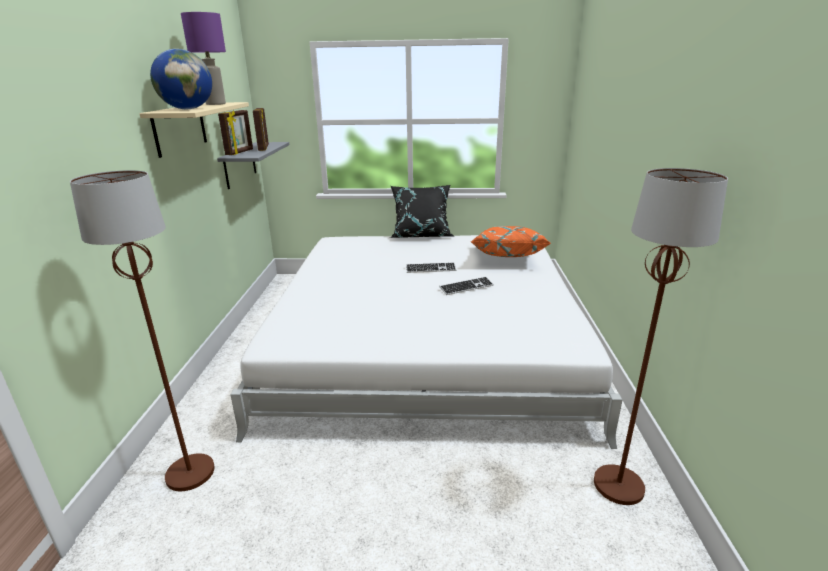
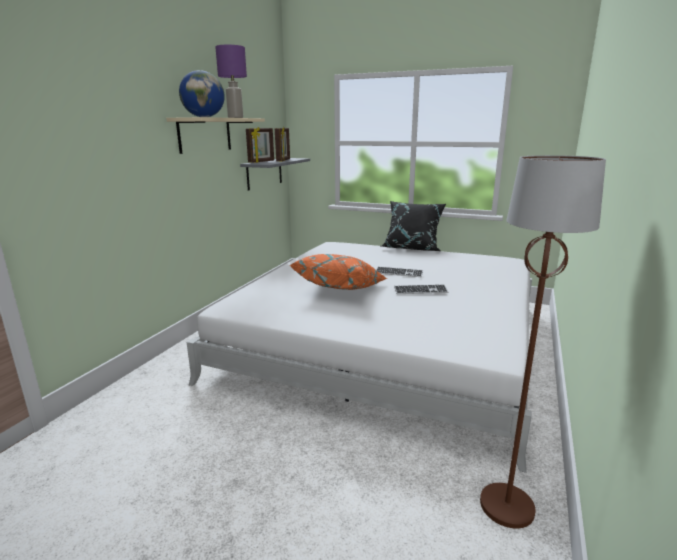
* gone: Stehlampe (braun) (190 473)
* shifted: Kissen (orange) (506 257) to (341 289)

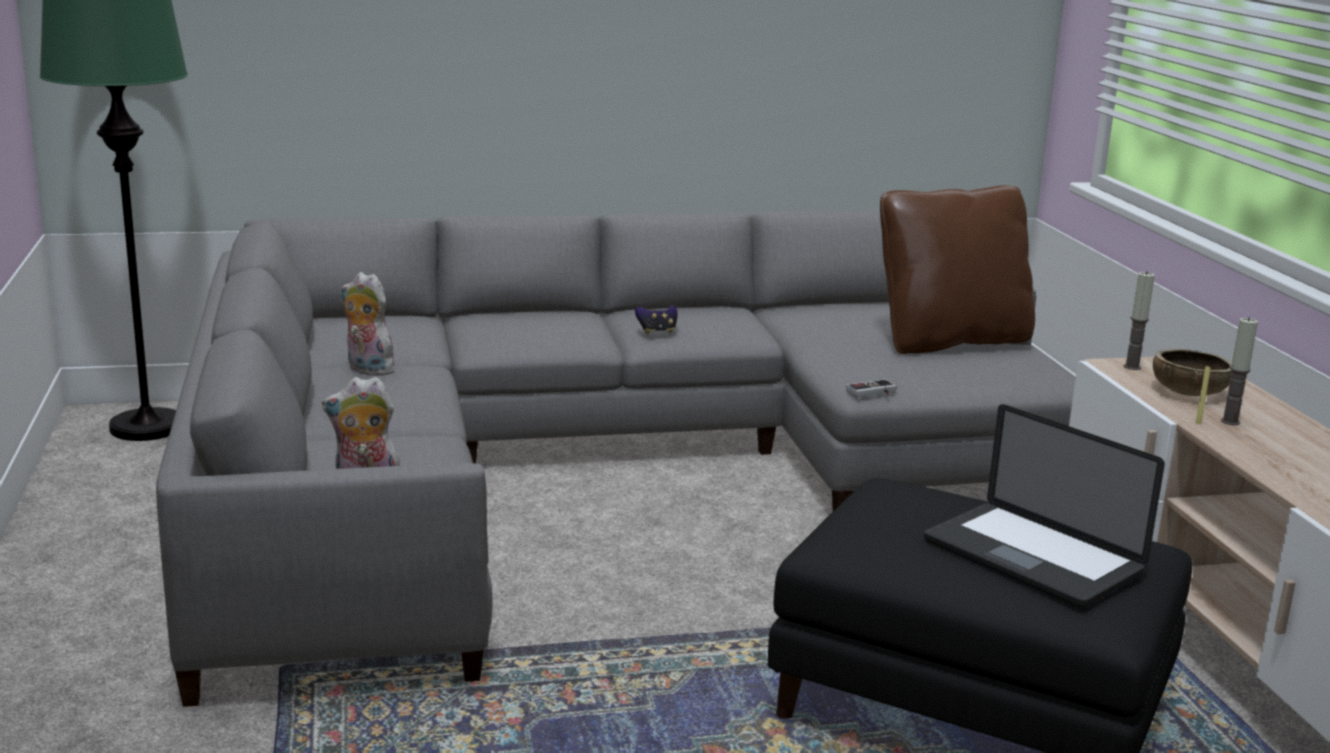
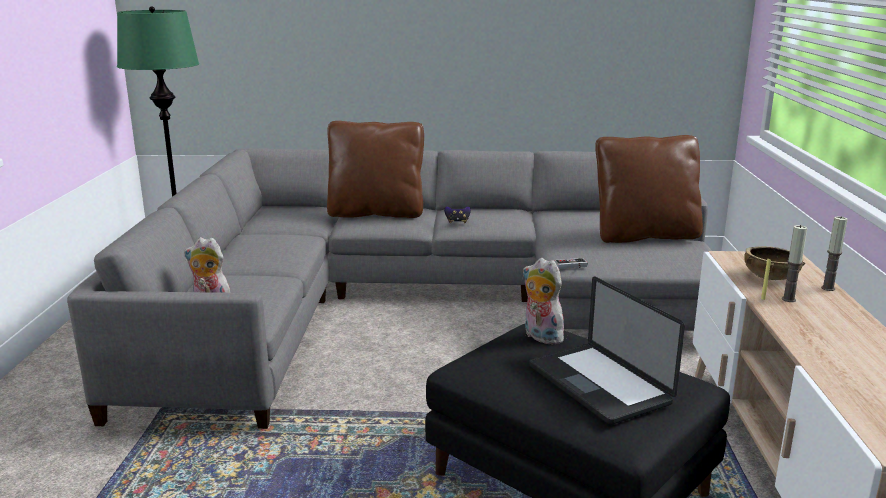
* shifted: Plüschtier (367 370) to (540 337)
* shifted: Kerze (1132 367) to (828 288)
* new: Kissen (braun) (376 213)

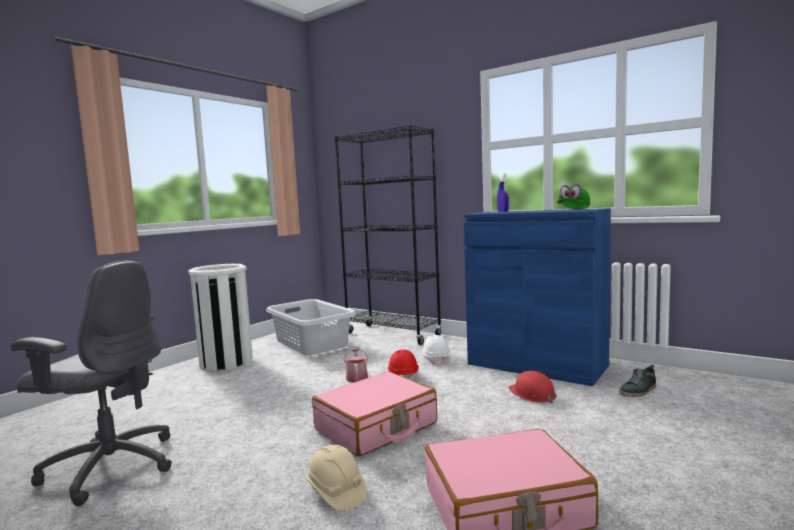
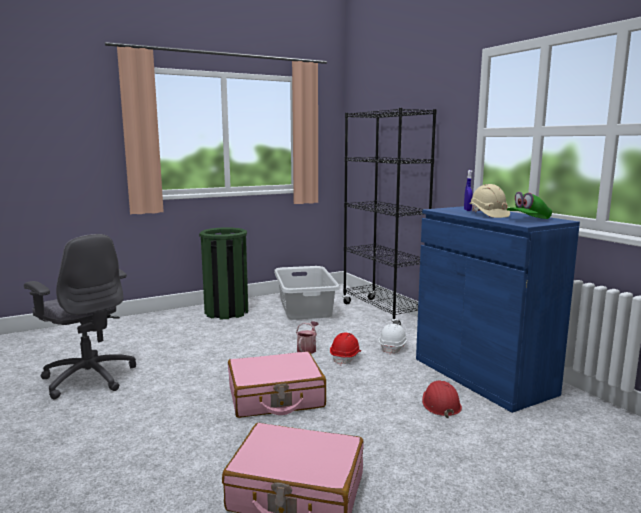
* repainted: Mülleimer (weiß) (226 362) to Mülleimer (grün) (226 312)
* shifted: Schutzhelm (beige) (336 492) to (488 215)
* gone: Schuh (638 390)

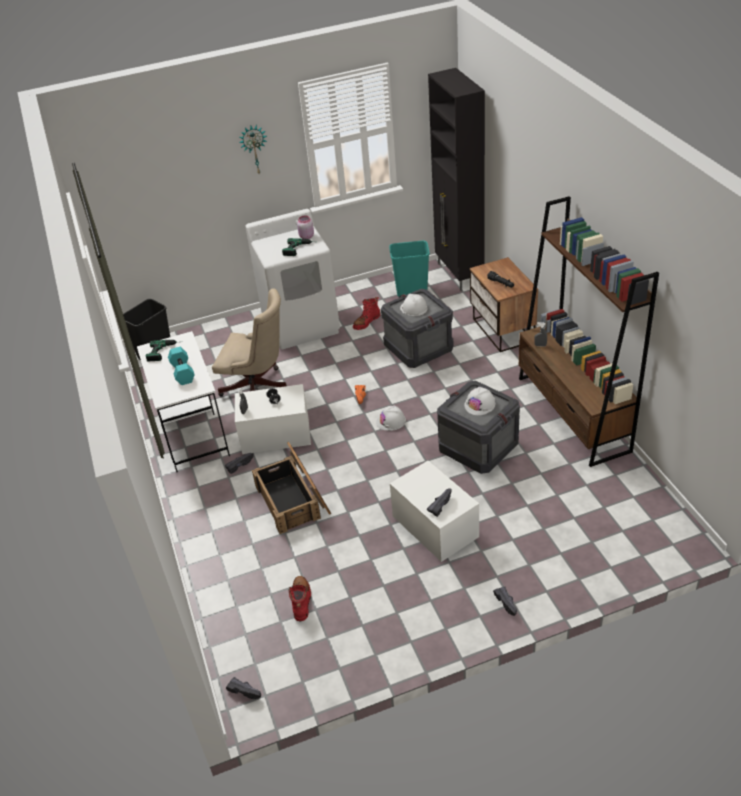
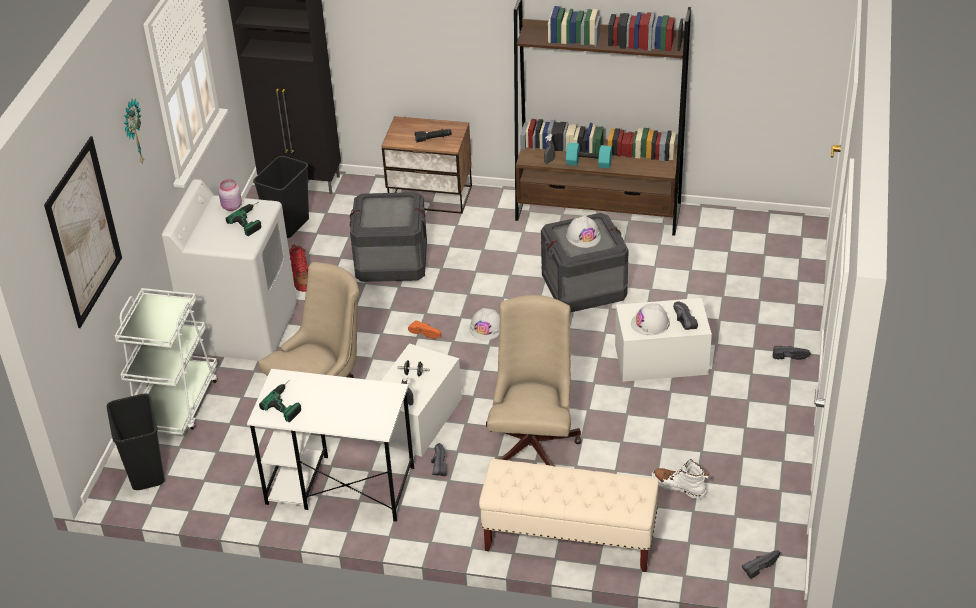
* shifted: Hantel (türkis) (182 372) to (588 163)
* swapped: Kiste (293 500) to Bürostuhl (beige) (533 442)
* repainted: Stiefel (rot) (301 601) to Stiefel (weiß) (678 486)
* repainted: Mülleimer (türkis) (412 291) to Mülleimer (schwarz) (288 225)
* shifted: Schutzhelm (weiß) (413 308) to (650 323)
* new: Bild (84 232)
* new: Rollwagen (weiß) (176 403)
* new: Bank (beige) (569 539)

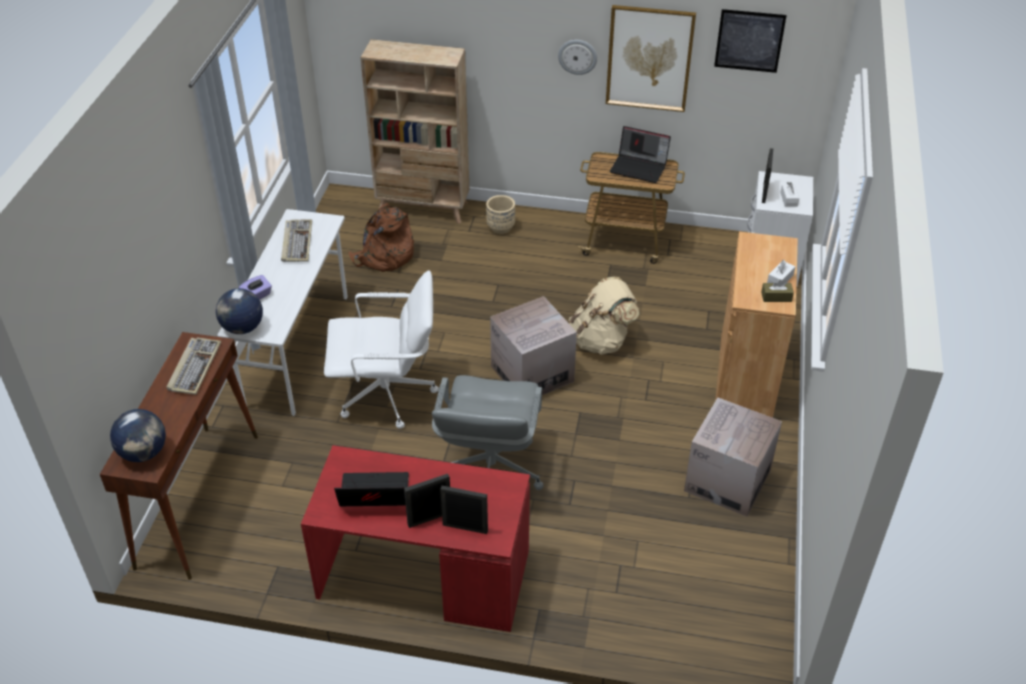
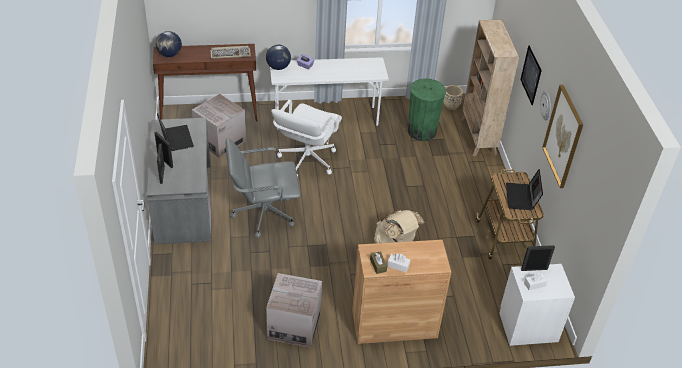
* gone: Tastatur (296 242)
* repainted: Schreibtisch (rot) (422 575) to Schreibtisch (grau) (183 203)
* rotated: Bürostuhl (weiß) (387 395) = (306 160) 45 degrees clockwise
* swapped: Rucksack (braun) (384 257) to Mülleimer (grün) (422 131)
* shifted: Pflanzkübel (beige) (501 227) to (451 106)
* shifted: Karton (532 374) to (220 141)
* shifted: Bild (749 41) to (531 75)

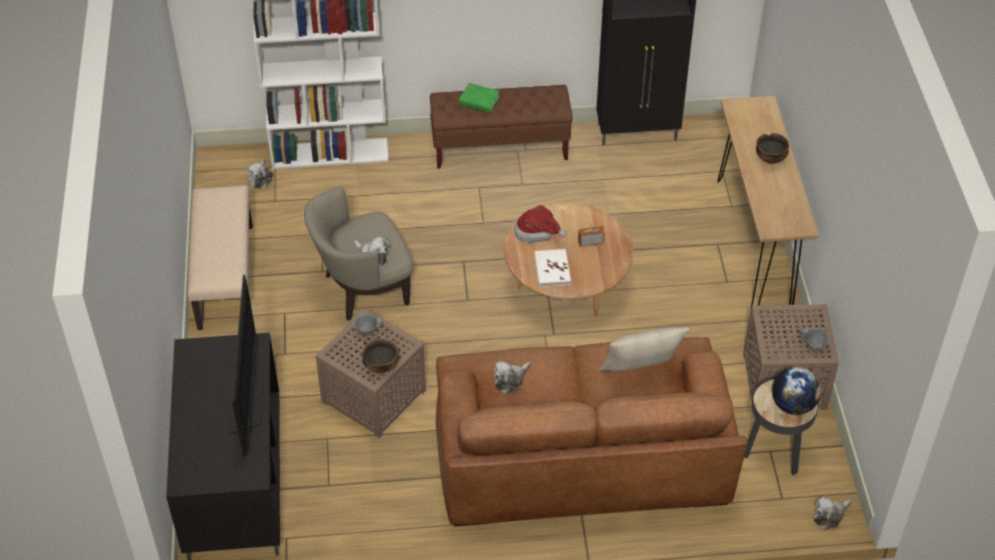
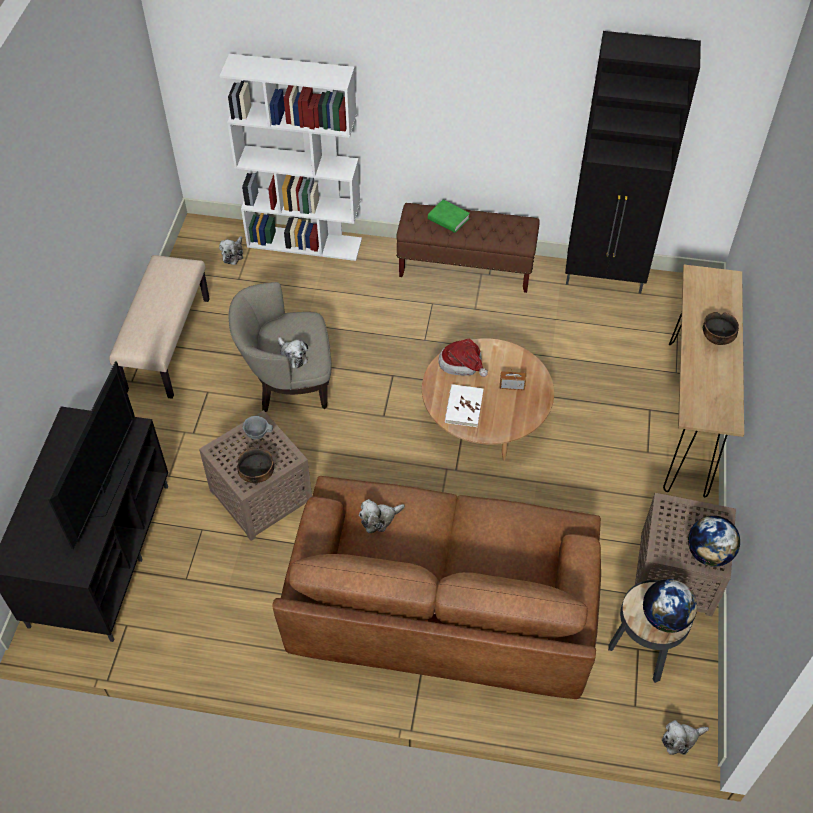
* gone: Kissen (beige) (641 373)
* swapped: Schüssel (grau) (813 346) to Globus (708 553)

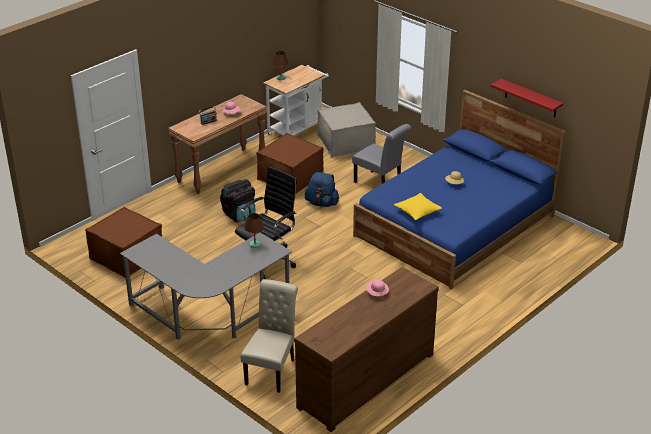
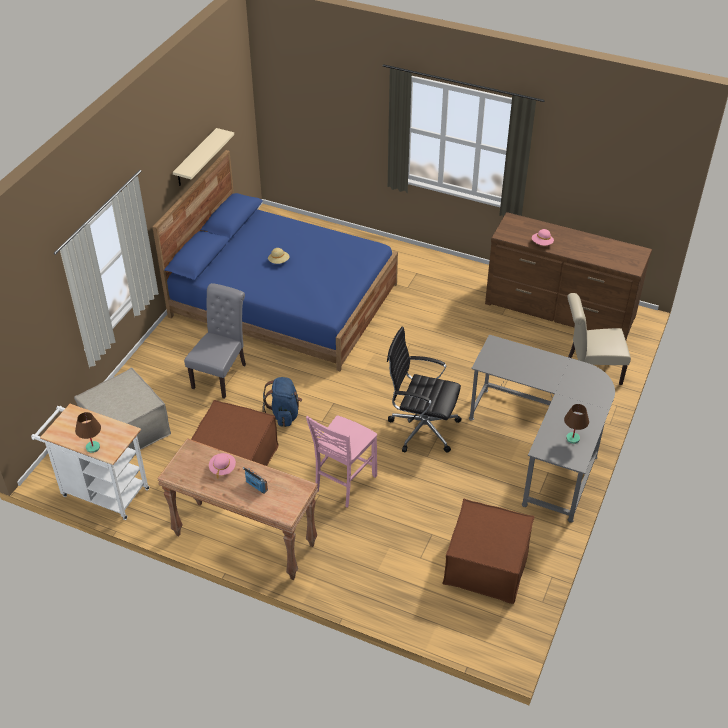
* swapped: Rucksack (schwarz) (239 215) to Stuhl (rosa) (343 484)
* shifted: Tischlampe (braun) (255 245) to (573 438)
* gone: Kissen (gelb) (417 211)
* repainted: Wandregal (rot) (530 98) to Wandregal (beige) (196 158)

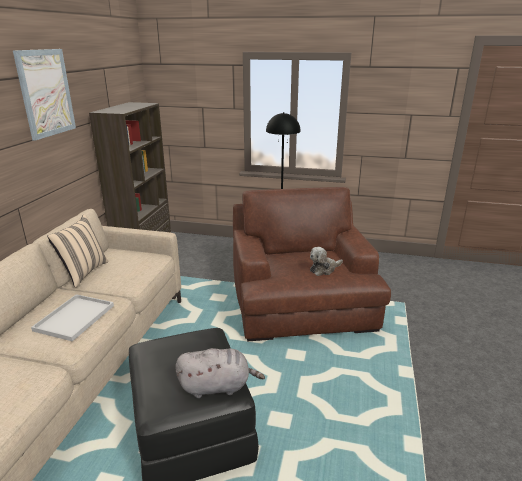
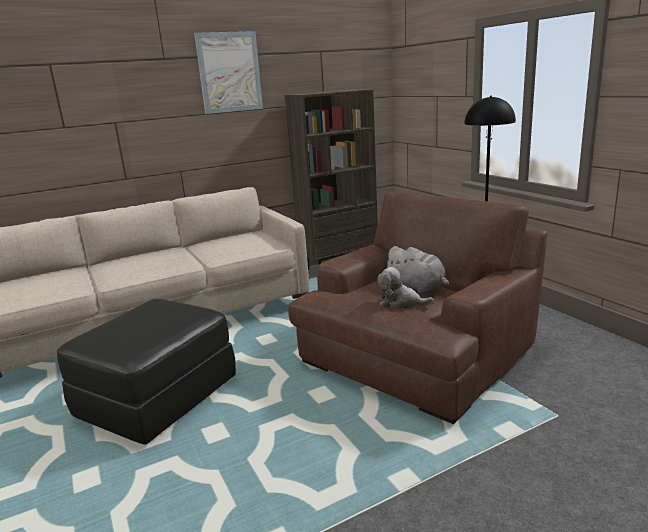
* gone: Tablett (weiß) (75 317)
* gone: Kissen (beige) (83 272)
* shifted: Plüschtier (grau) (217 386) to (417 287)

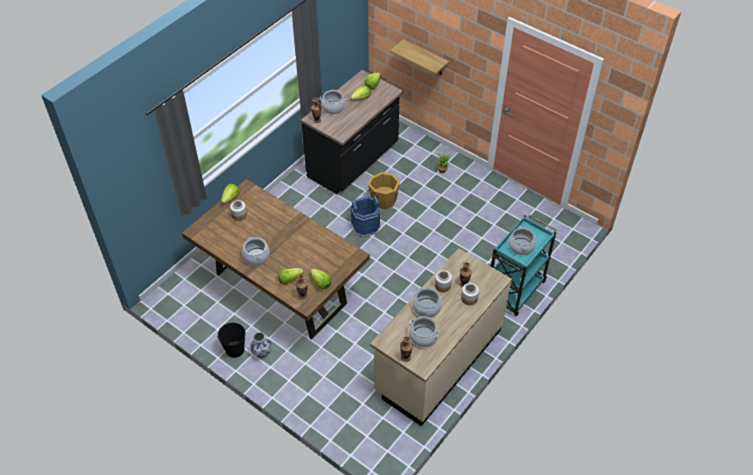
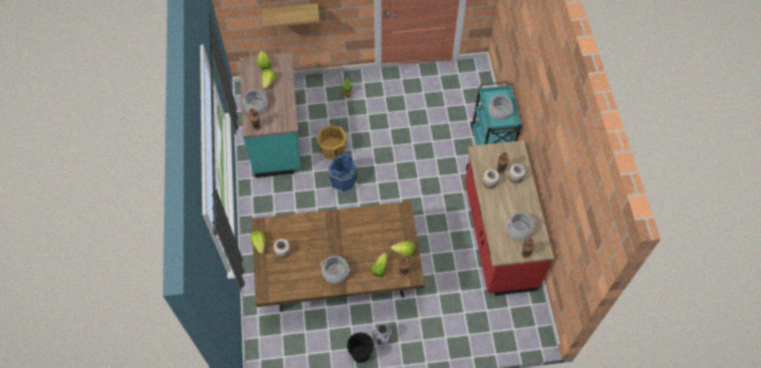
* repainted: Küchenzeile (schwarz) (354 162) to Küchenzeile (türkis) (277 137)
* repainted: Küchenzeile (beige) (438 360) to Küchenzeile (rot) (498 236)
* gone: Kochtopf (427 308)

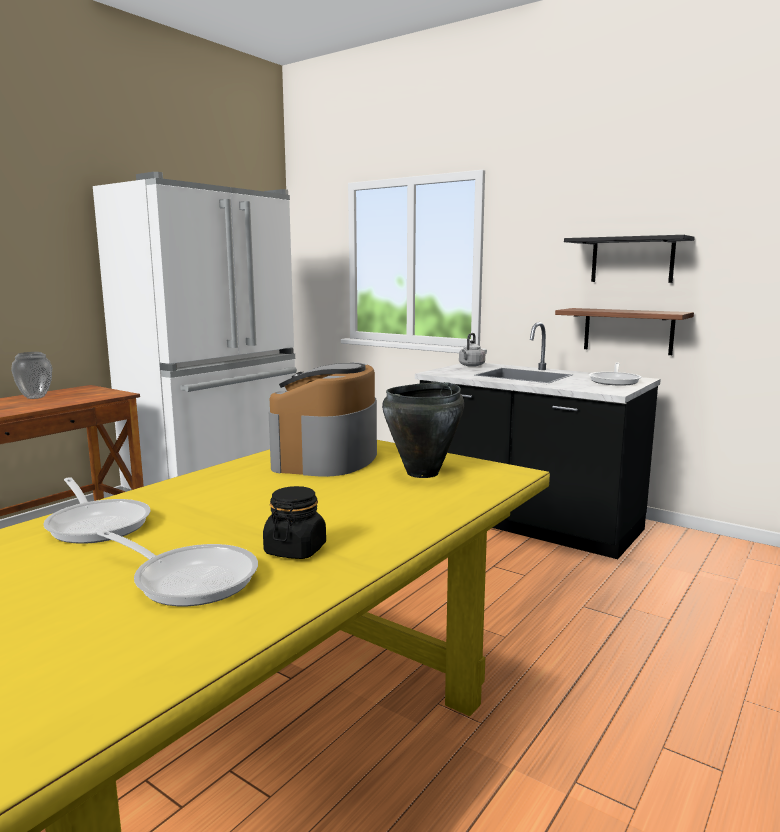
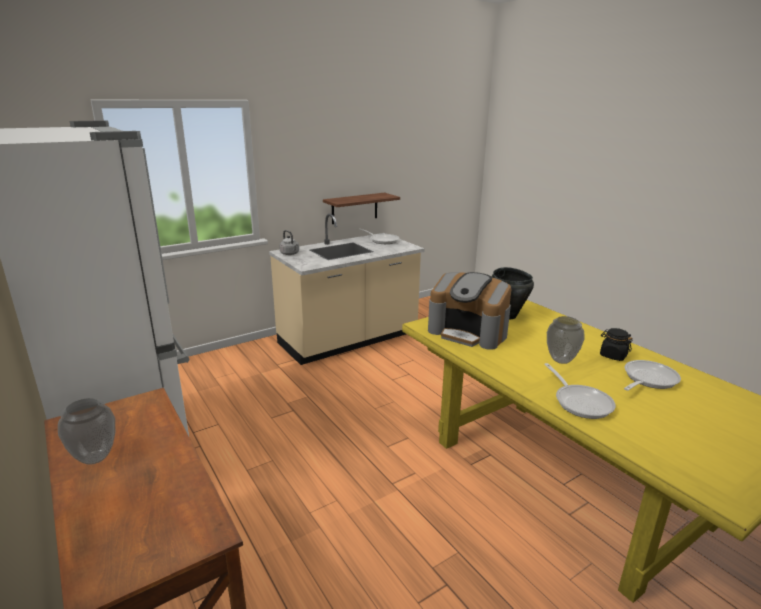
* rotated: Pfanne (97 524) = (580 402) 90 degrees clockwise
* repainted: Küchenzeile (schwarz) (527 523) to Küchenzeile (beige) (349 340)
* gone: Wandregal (schwarz) (632 260)
* new: Vase (561 360)

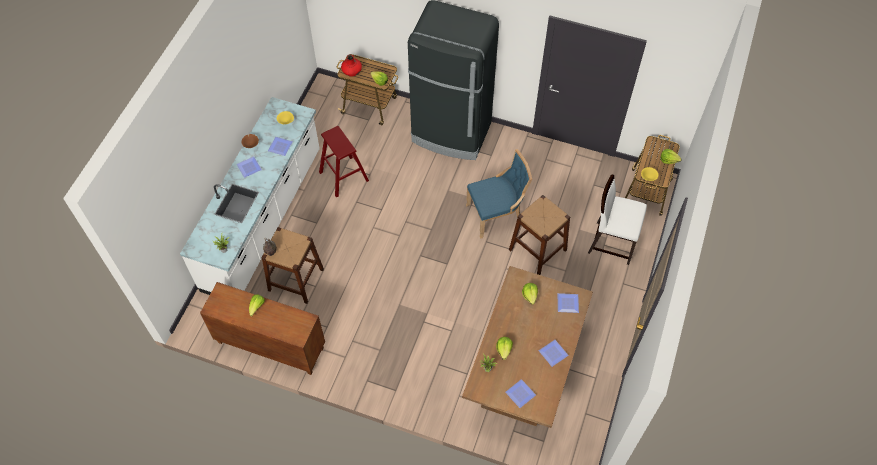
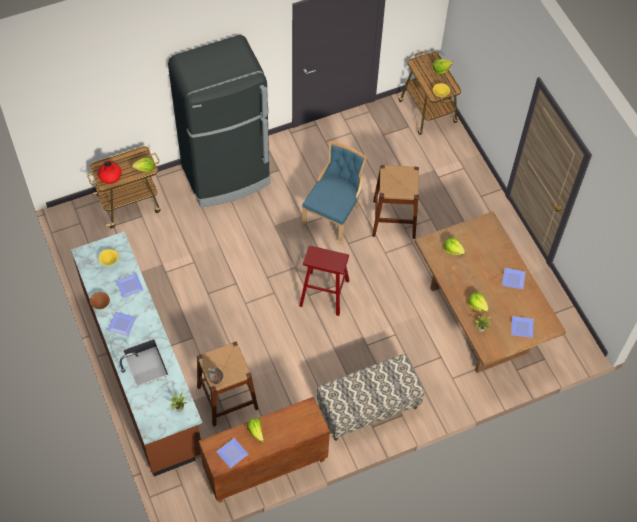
* repainted: Küchenzeile (weiß) (264 220) to Küchenzeile (braun) (143 371)
* shifted: Hocker (rot) (343 176) to (324 293)
* shifted: Teller (568 304) to (233 453)
* gone: Stuhl (weiß) (612 242)
* new: Bank (368 408)

